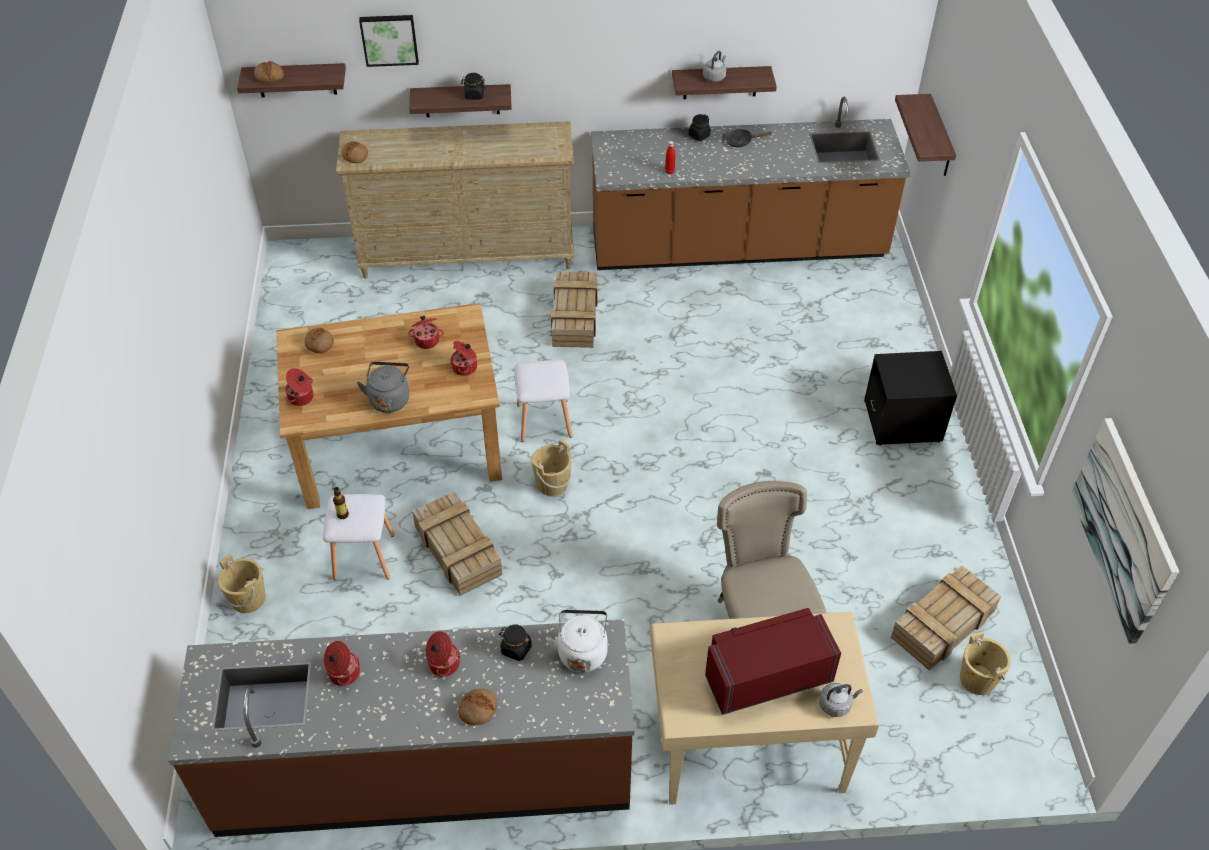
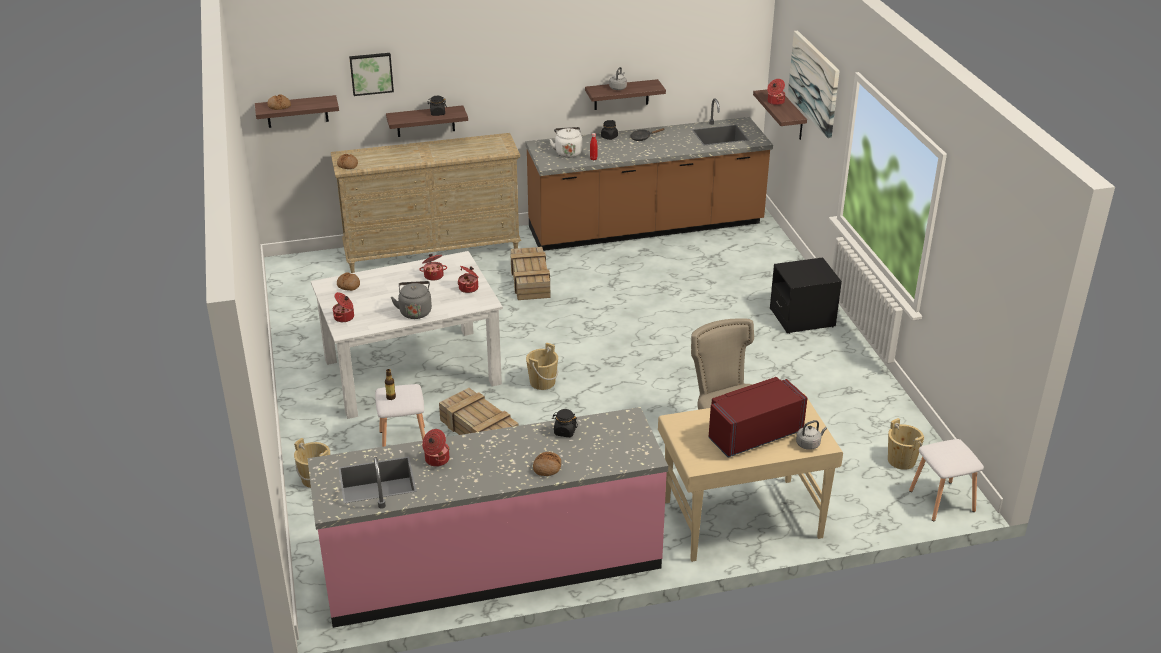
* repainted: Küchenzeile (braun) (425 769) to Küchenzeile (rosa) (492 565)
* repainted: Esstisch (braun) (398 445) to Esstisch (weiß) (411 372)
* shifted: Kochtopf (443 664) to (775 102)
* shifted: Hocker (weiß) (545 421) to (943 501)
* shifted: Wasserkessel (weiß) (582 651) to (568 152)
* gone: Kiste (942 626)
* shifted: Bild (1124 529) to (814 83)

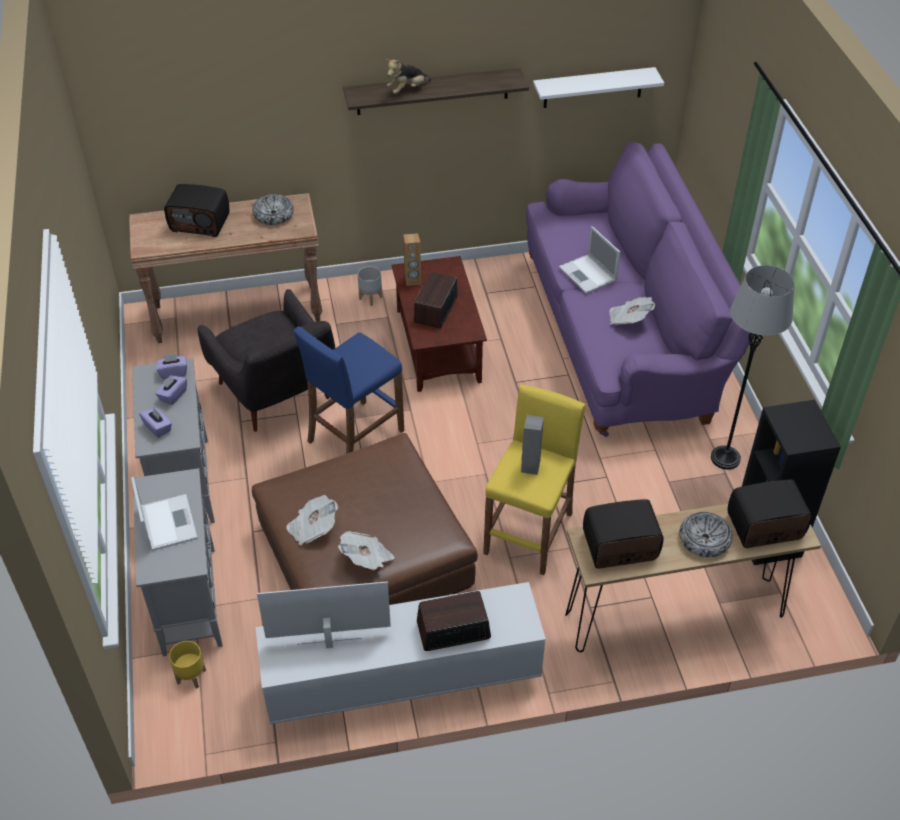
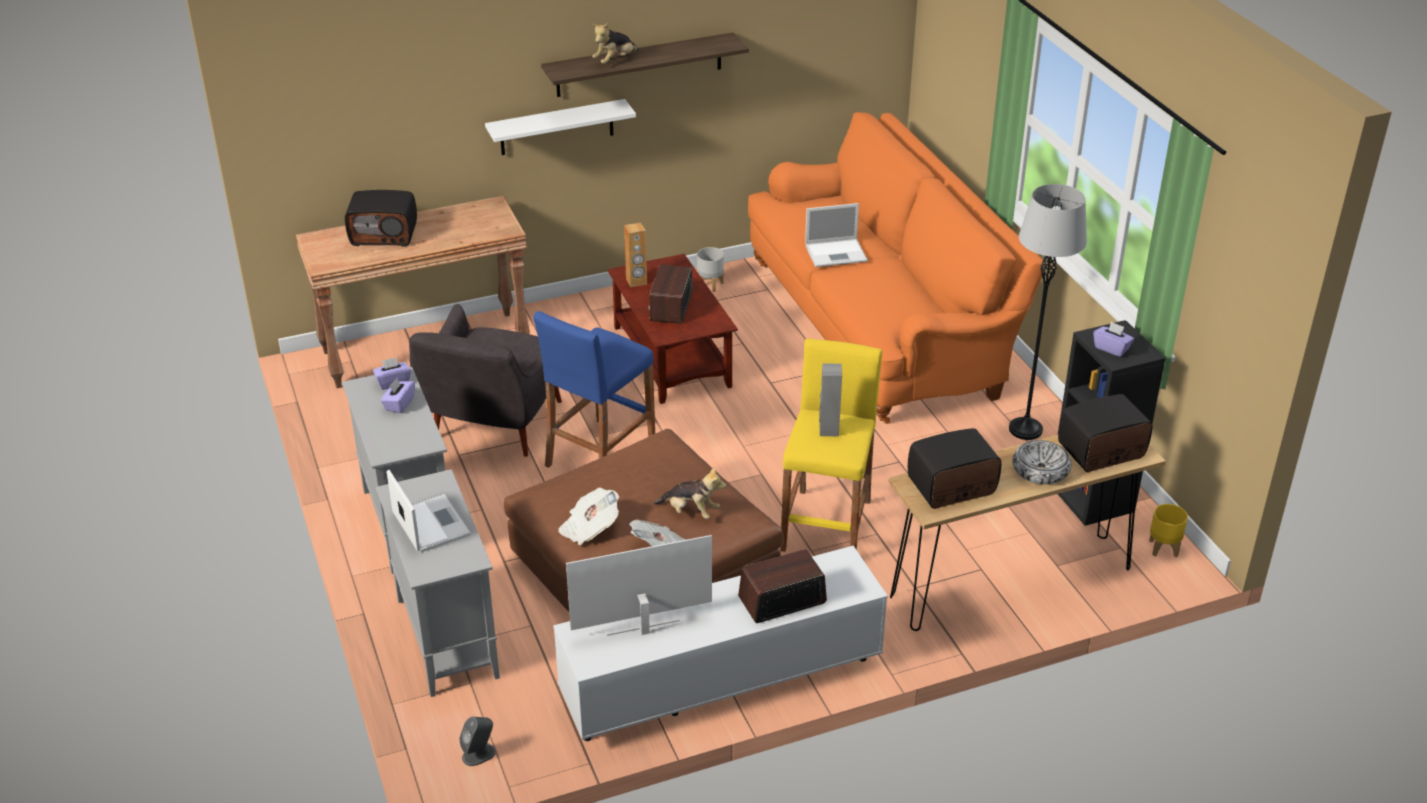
* shifted: Taschentuchbox (lila) (158 428) to (1111 348)
* shifted: Pflanzkübel (gelb) (191 677) to (1163 548)
* rotated: Sessel (grau) (276 394) = (495 424) 60 degrees clockwise
* gone: Schüssel (273 215)
* shifted: Pflanzkübel (grau) (371 297) to (710 284)
* repainted: Sofa (lila) (622 336) to Sofa (orange) (879 327)
* shifted: Wandregal (weiß) (593 87) to (556 127)
* rotated: Laptop (588 274) = (837 253) 60 degrees counterclockwise
* gone: Zeitung (629 319)
* new: Lautsprecher (grau) (479 754)
* new: Plüschtier (691 511)

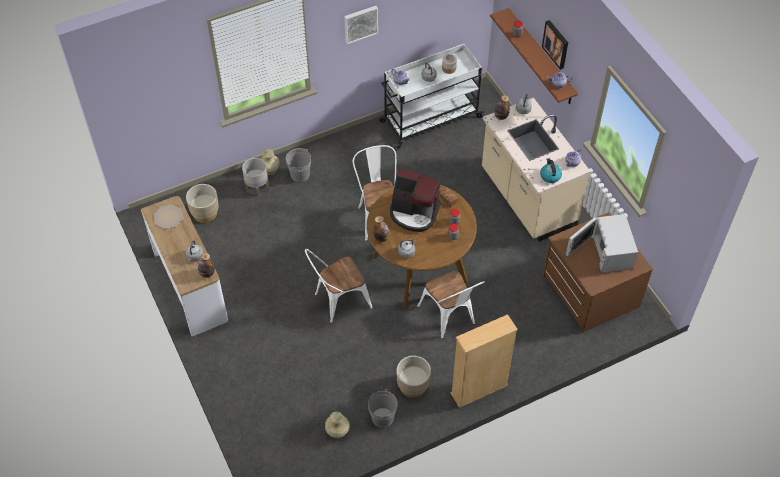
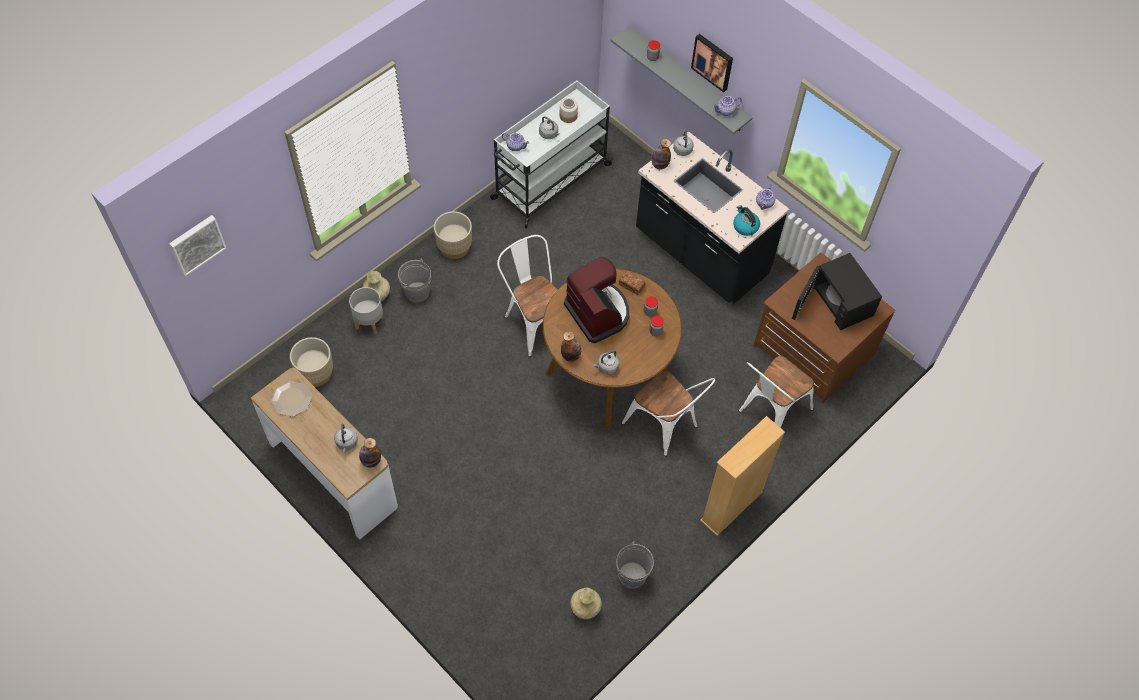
* shifted: Stuhl (weiß) (338 302) to (770 412)
* shifted: Bild (360 23) to (196 244)
* rotated: Kaffeemaschine (414 212) = (598 313) 120 degrees counterclockwise
* shifted: Pflanzkübel (beige) (413 386) to (454 247)
* repainted: Küchenzeile (beige) (526 199) to Küchenzeile (schwarz) (700 254)
* repainted: Wandregal (braun) (541 57) to Wandregal (grau) (688 80)
* repainted: Mikrowelle (weiß) (608 251) to Mikrowelle (schwarz) (838 301)

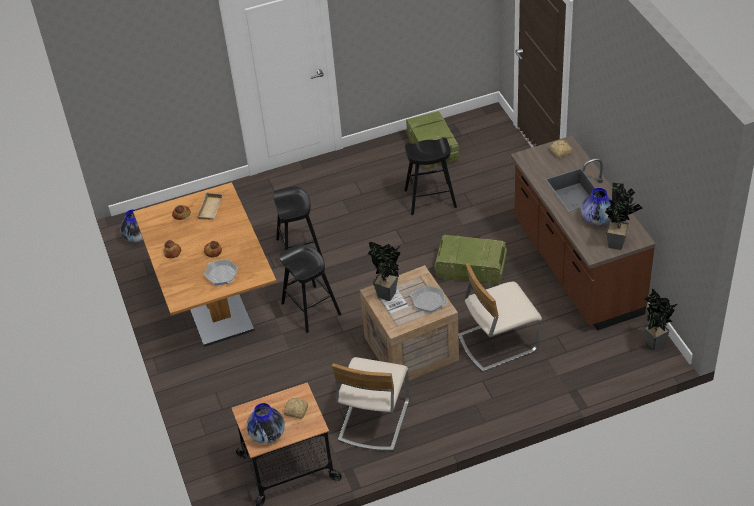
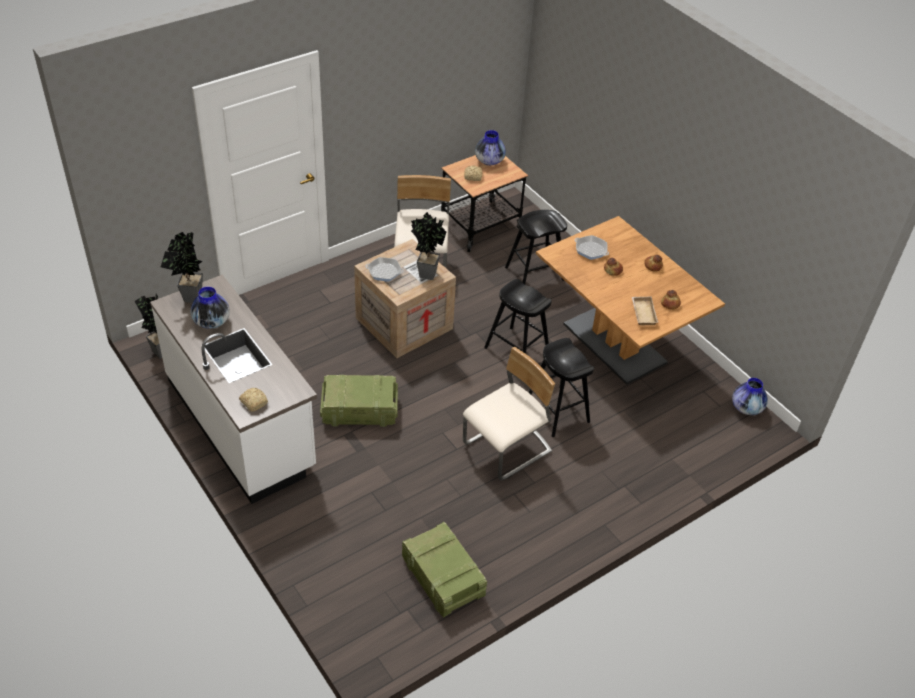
* shifted: Hocker (schwarz) (430 199) to (534 274)
* shifted: Stuhl (beige) (497 342) to (507 449)
* repainted: Küchenzeile (braun) (575 267) to Küchenzeile (weiß) (241 423)

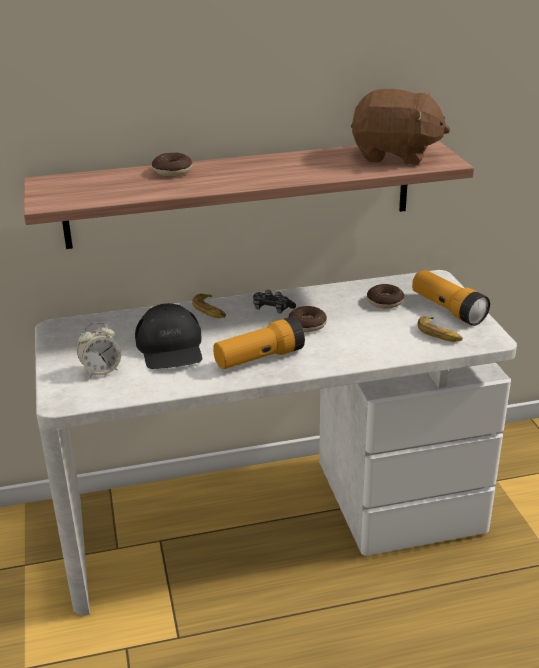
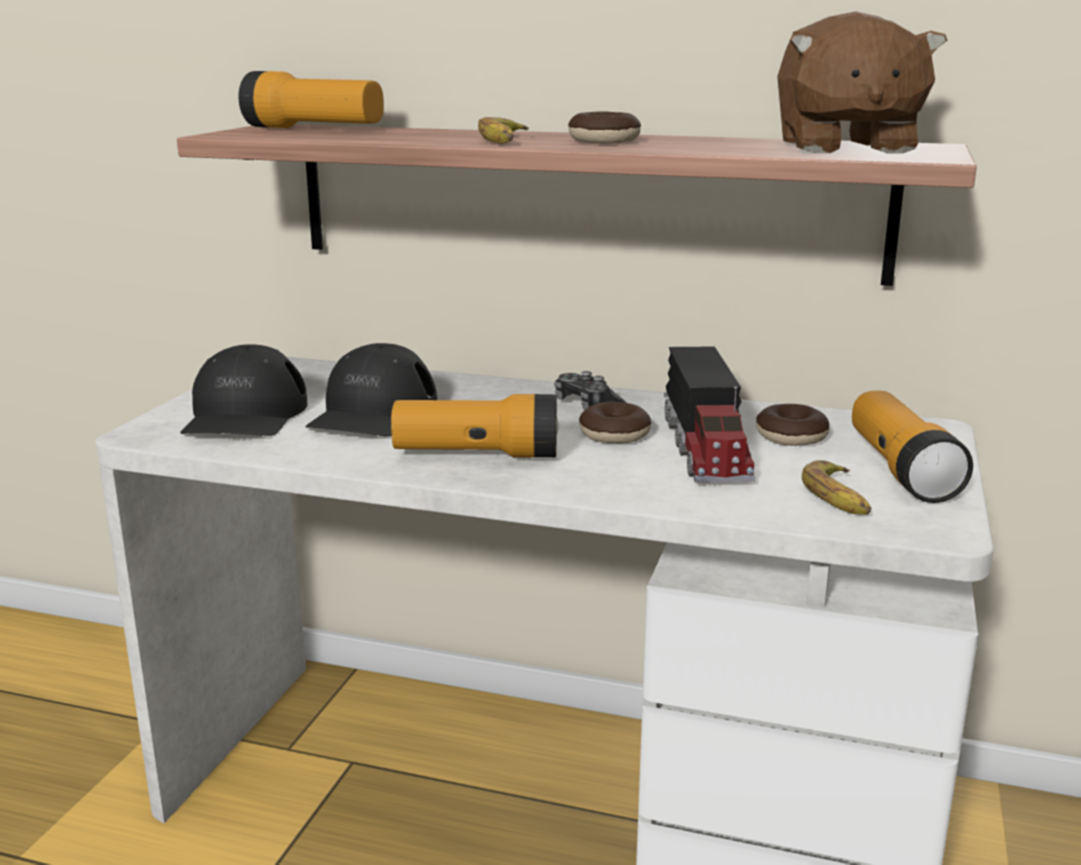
* swapped: Wecker (101 370) to Kappe (schwarz) (245 415)
* shifted: Donut (172 171) to (604 141)
* shifted: Banane (210 310) to (504 140)
* rotated: Plüschtier (braun) (395 155) = (843 147) 45 degrees clockwise
* new: Taschenlampe (314 129)
* new: Spielzeuglaster (705 447)

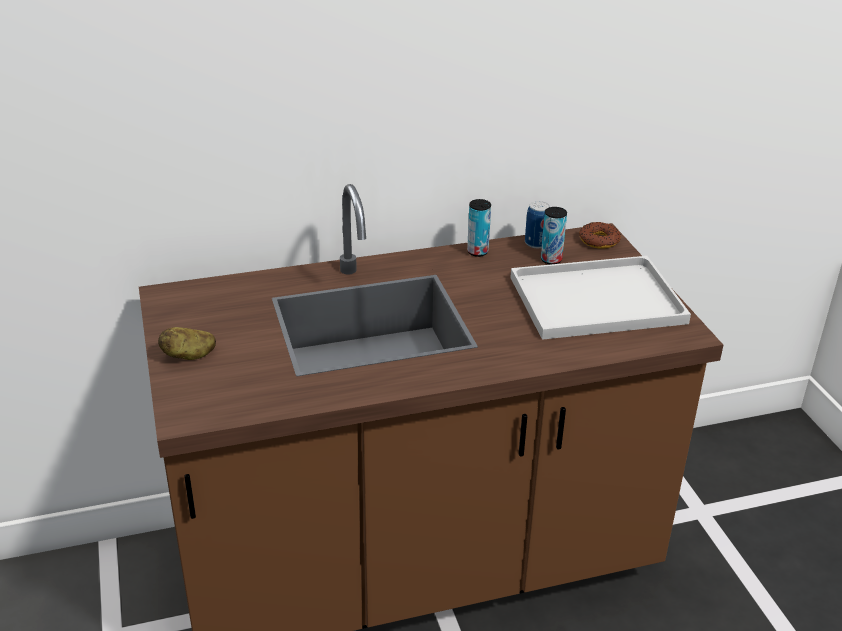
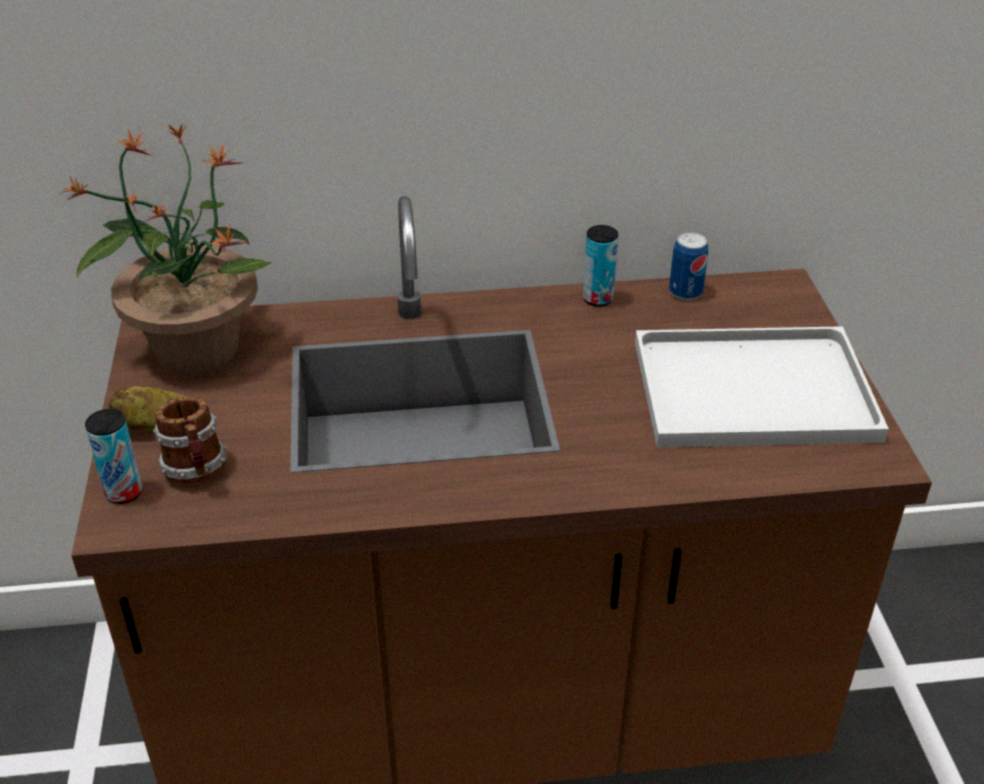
* shifted: Dose (551 260) to (124 492)
* gone: Donut (598 240)
* new: Topfpflanze (195 347)
* new: Henkelbecher (197 471)

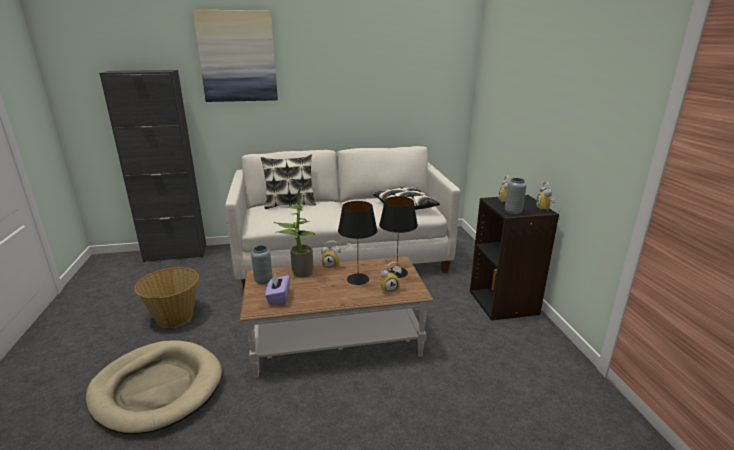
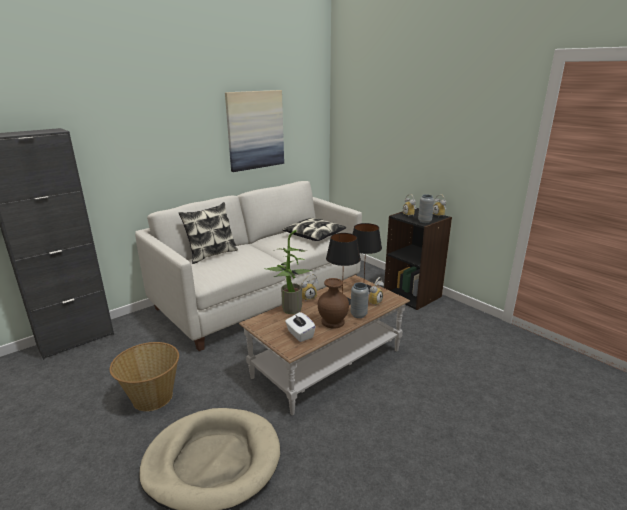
* shifted: Bild (237 57) to (255 130)
* shifted: Vase (grau) (263 280) to (358 315)
* repainted: Taschentuchbox (lila) (278 298) to Taschentuchbox (weiß) (300 334)
* new: Vase (braun) (333 322)

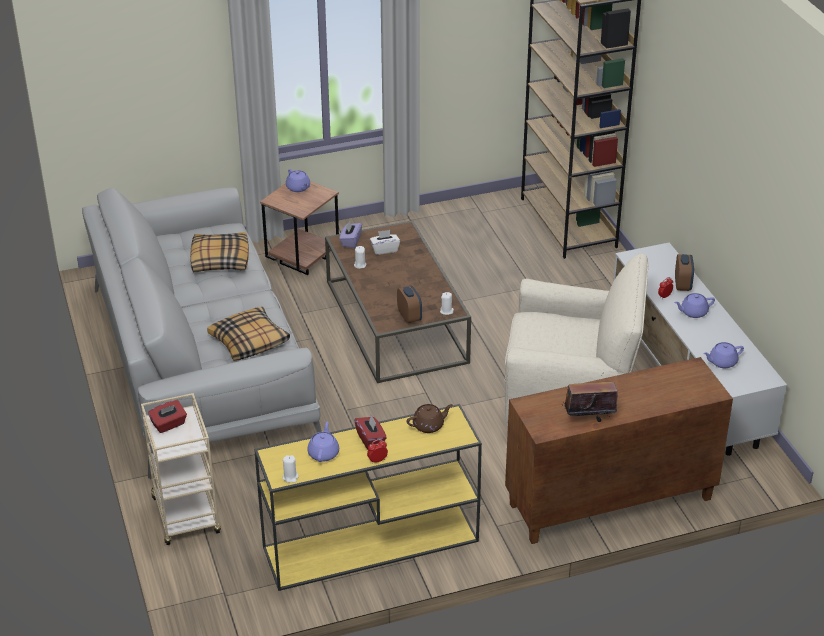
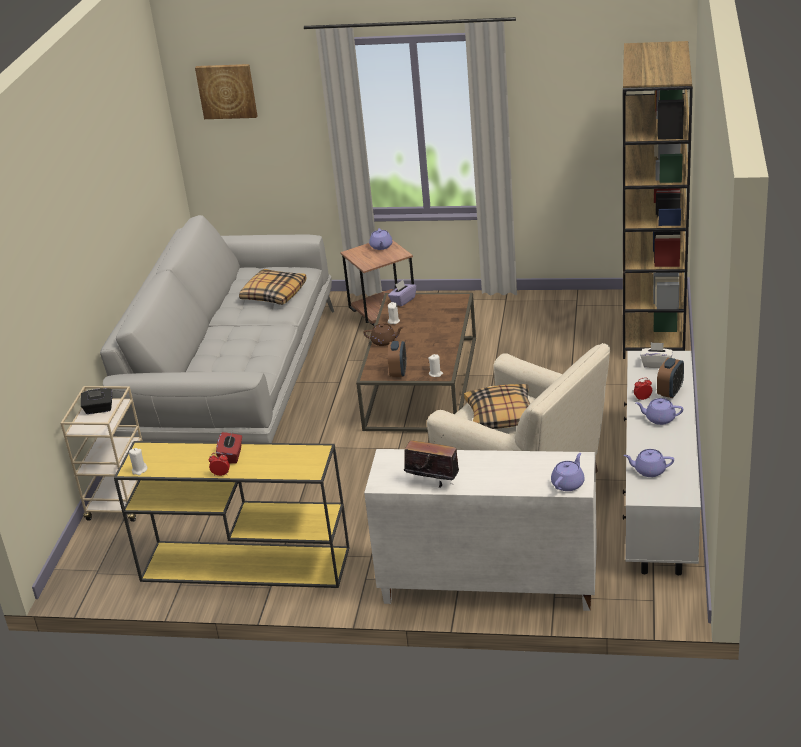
* repainted: Taschentuchbox (rot) (169 424) to Taschentuchbox (schwarz) (99 409)
* shifted: Kissen (249 341) to (501 415)
* shifted: Teekanne (lila) (323 453) to (568 483)
* shifted: Taschentuchbox (weiß) (384 250) to (656 364)
* shifted: Teekanne (braun) (429 425) to (384 341)
* repainted: Schrank (braun) (609 503) to Schrank (weiß) (487 587)
* new: Bild (227 91)

